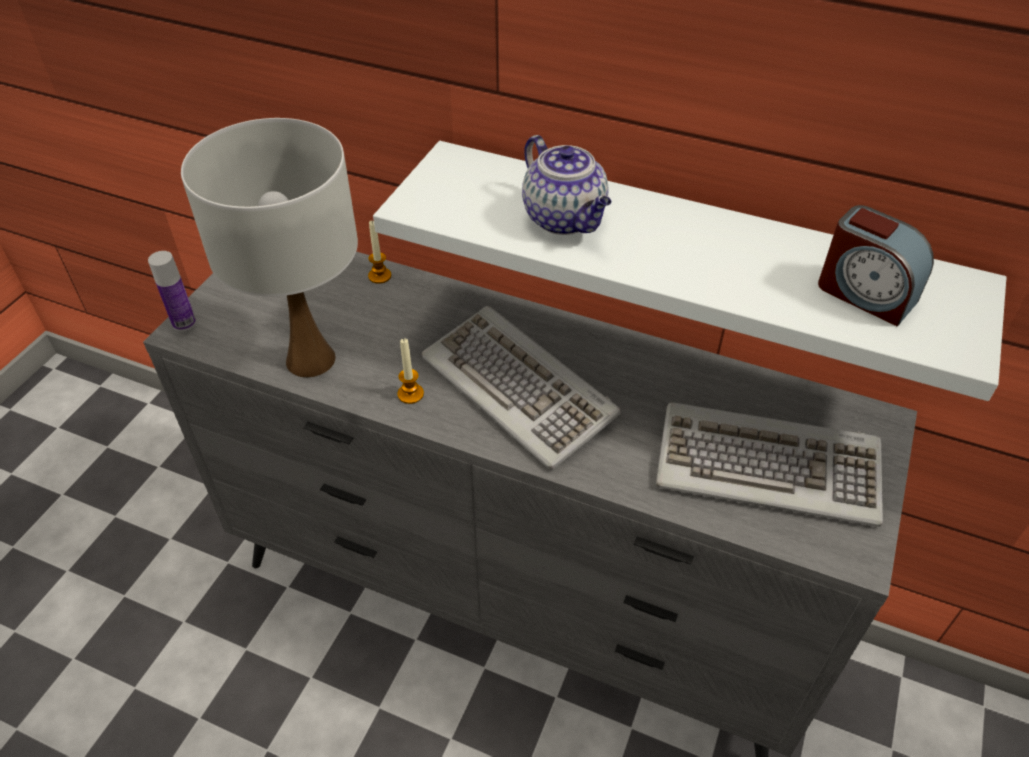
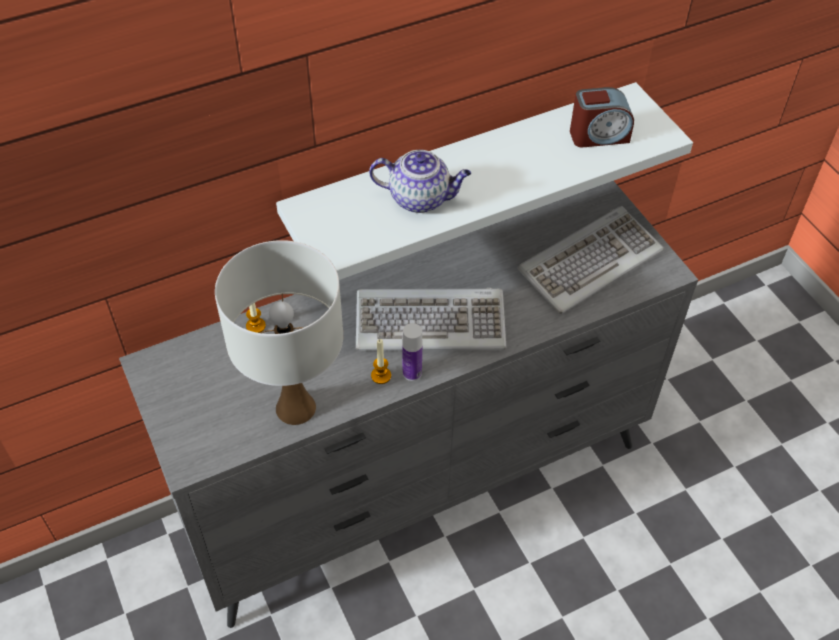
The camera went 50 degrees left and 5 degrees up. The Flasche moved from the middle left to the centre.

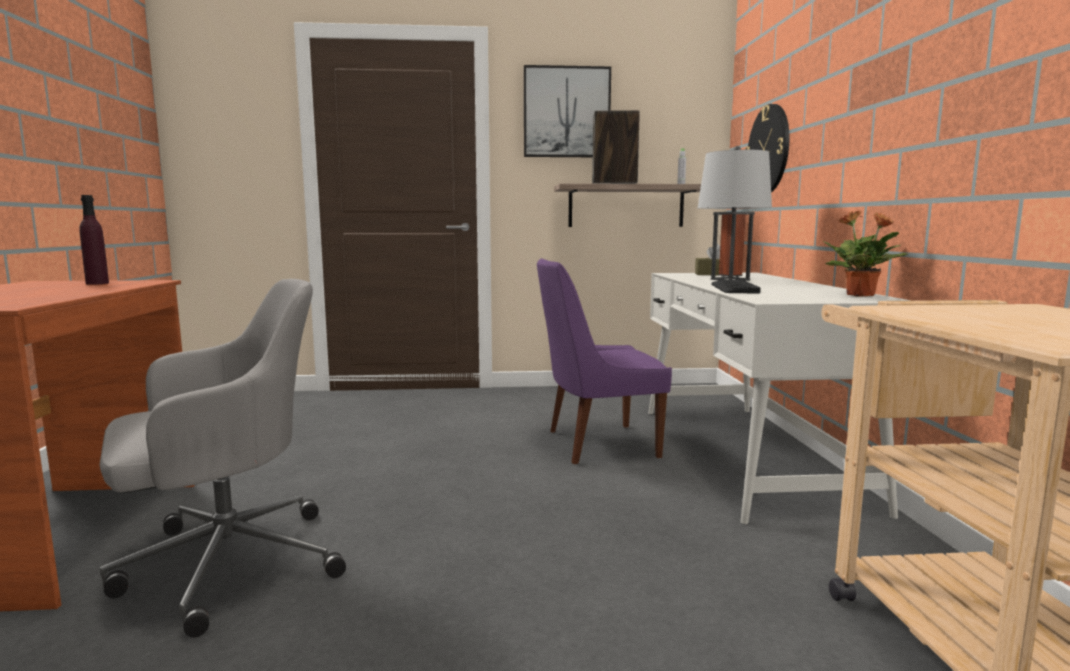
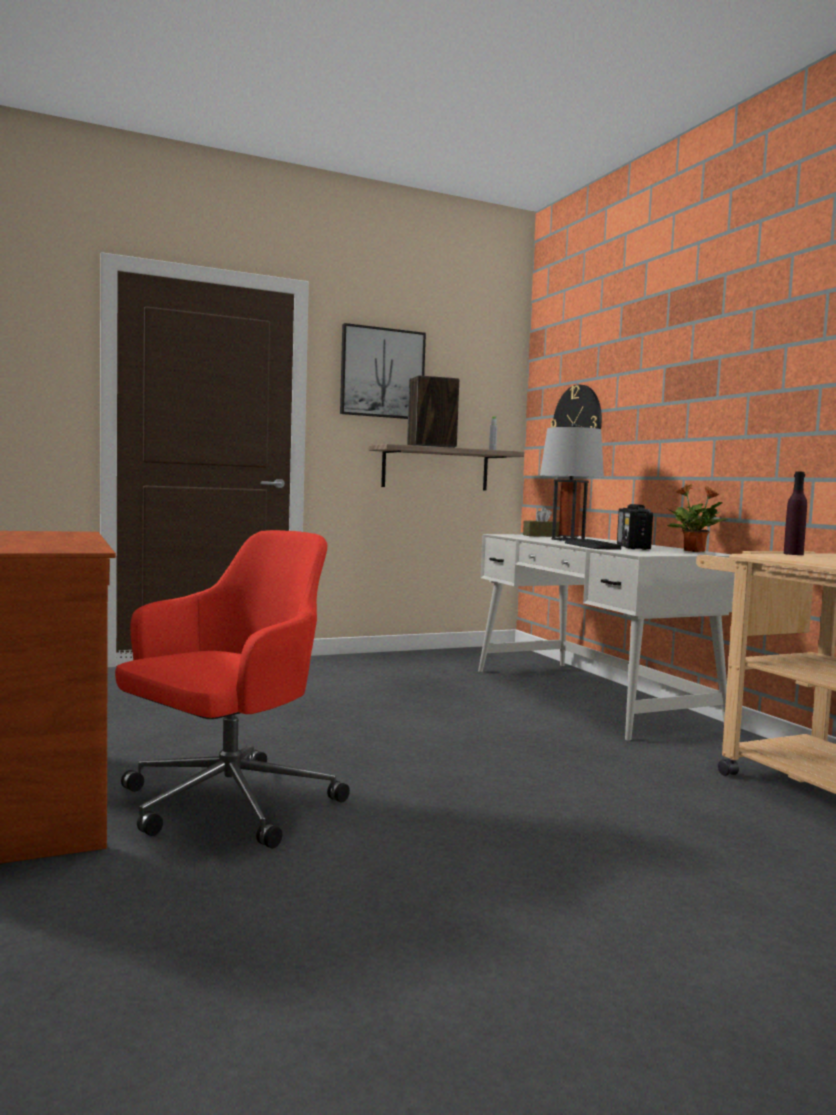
The camera went 20 degrees left and 5 degrees down. The Bürostuhl/grau at the bottom left became the Bürostuhl/rot at the middle left. The Radio at the middle right appeared. The Flasche/lila moved from the middle left to the middle right. The Stuhl/lila at the centre disappeared.

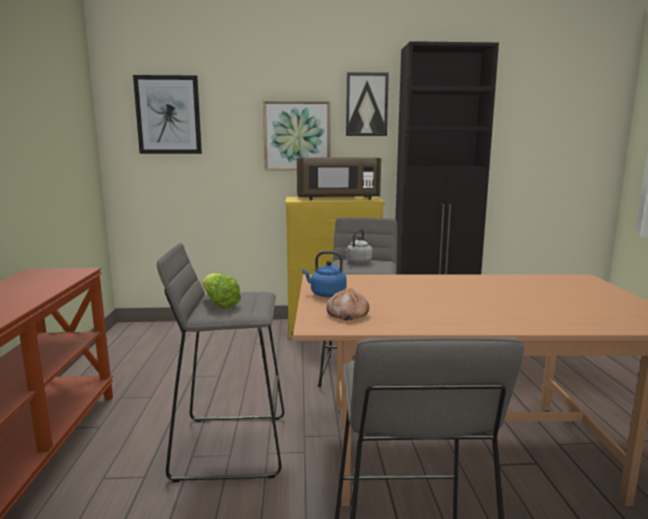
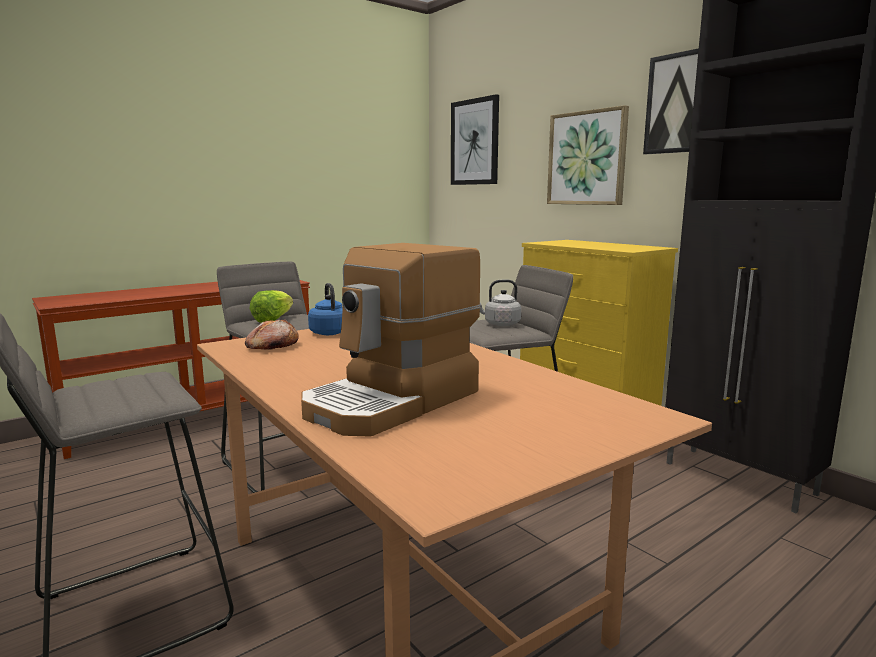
The camera went 55 degrees right and 0 degrees up. The Kaffeemaschine at the centre appeared. The Mikrowelle/braun at the centre disappeared.

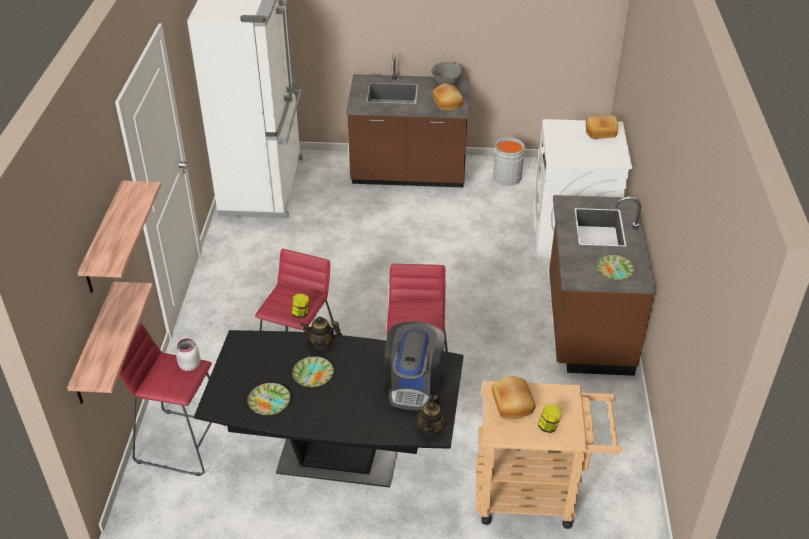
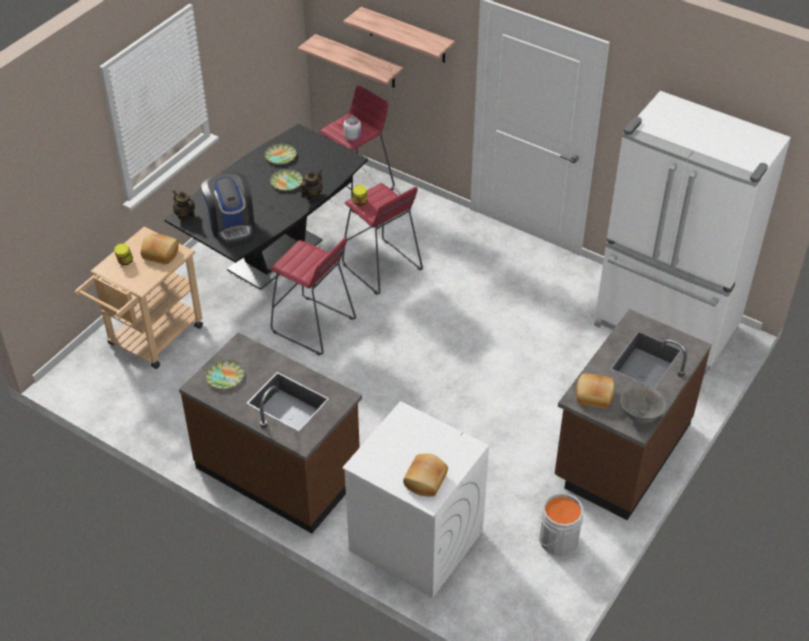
The camera went 120 degrees right and 5 degrees up. The Kaffeemaschine at the bottom centre turned 150 degrees counterclockwise.

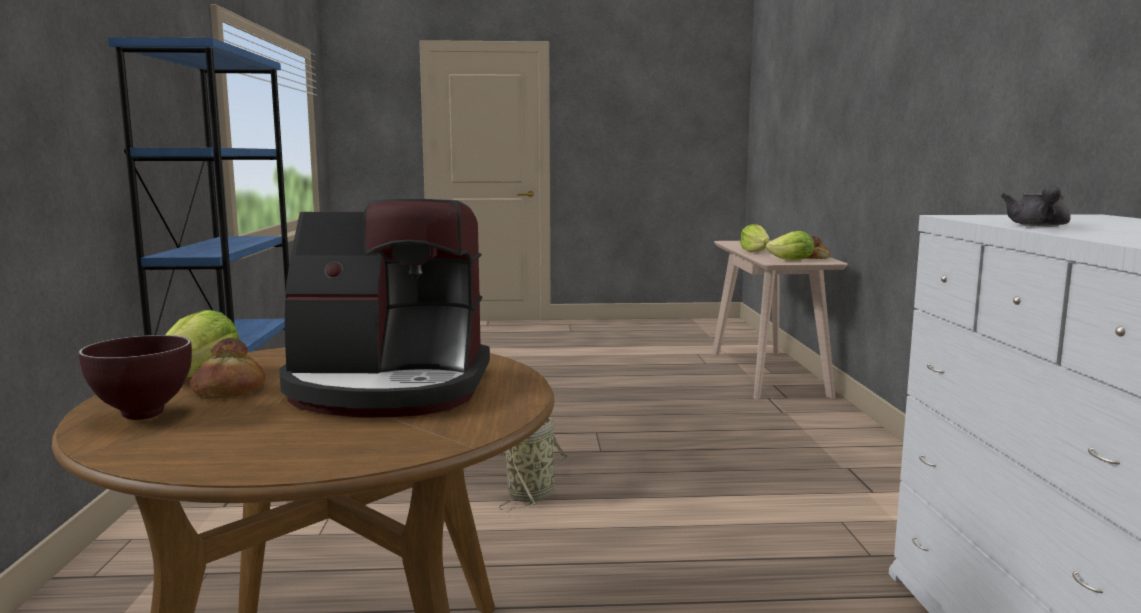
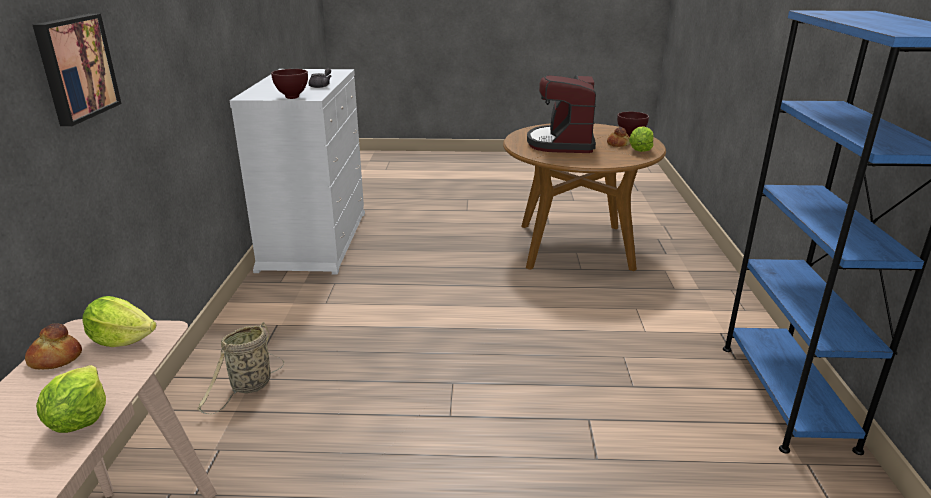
The camera went 175 degrees left and 15 degrees up. The Bild at the top left appeared. The Korb moved from the bottom centre to the bottom left. The Schüssel/braun (no. 1 from left) at the top left appeared. The Kaffeemaschine at the centre turned 90 degrees counterclockwise.

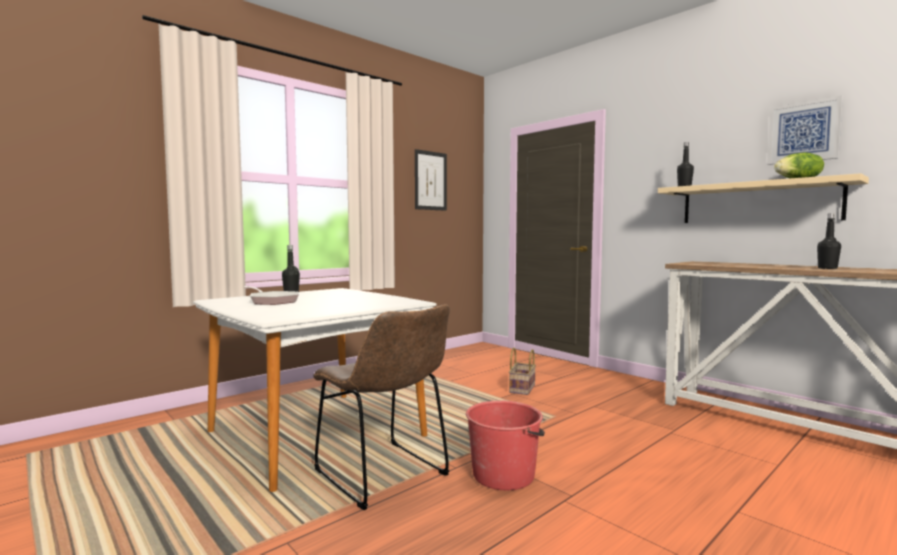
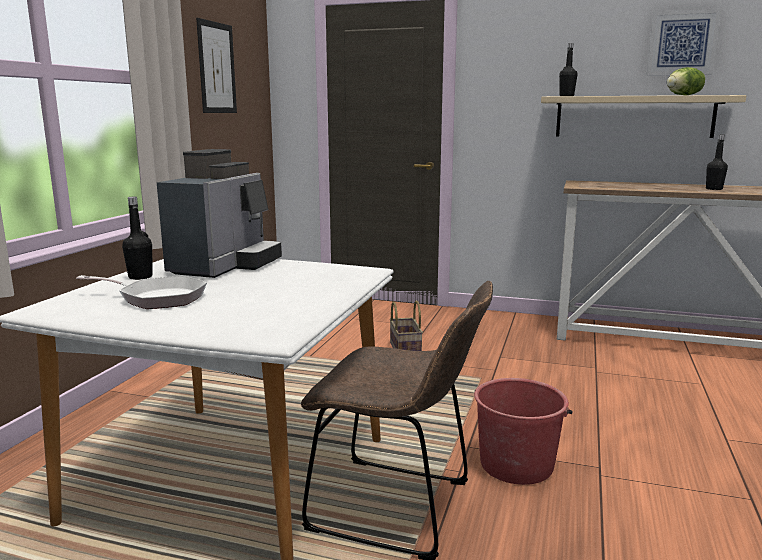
The camera went 30 degrees left and 10 degrees up. The Kaffeemaschine at the middle left appeared.

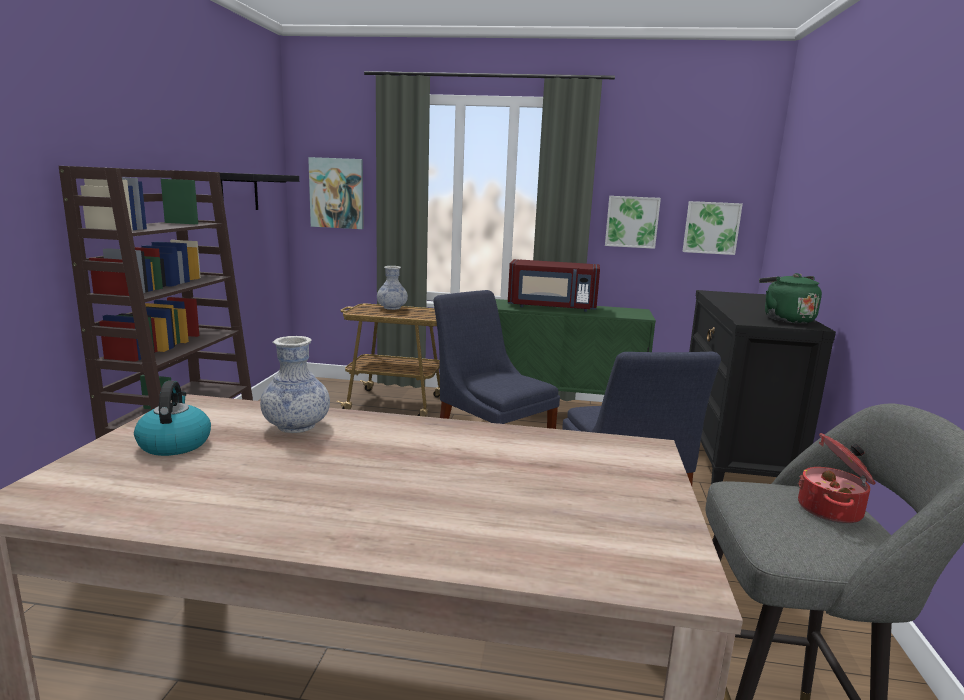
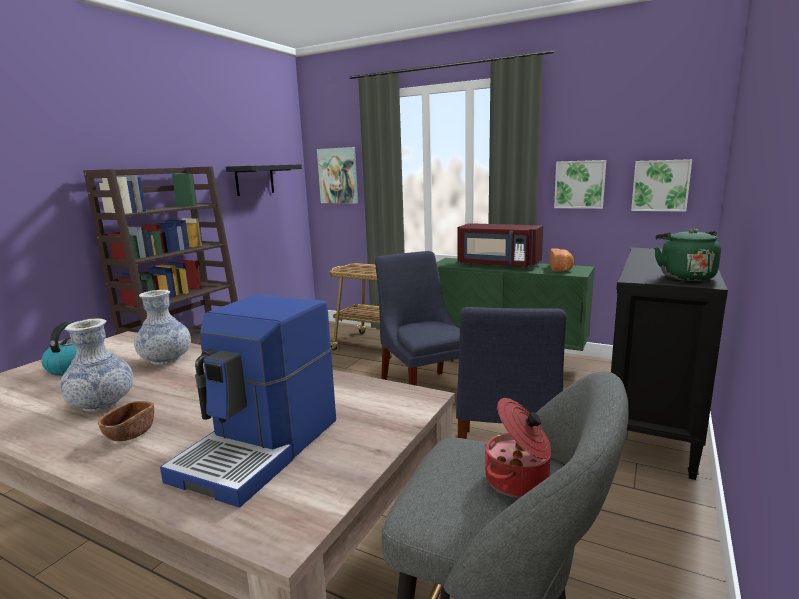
The camera went 20 degrees right and 0 degrees up. The Vase (no. 2 from left in the first image) moved from the centre to the middle left. The Schüssel/braun at the bottom left appeared. The Kaffeemaschine at the bottom left appeared. The Brot at the middle right appeared.

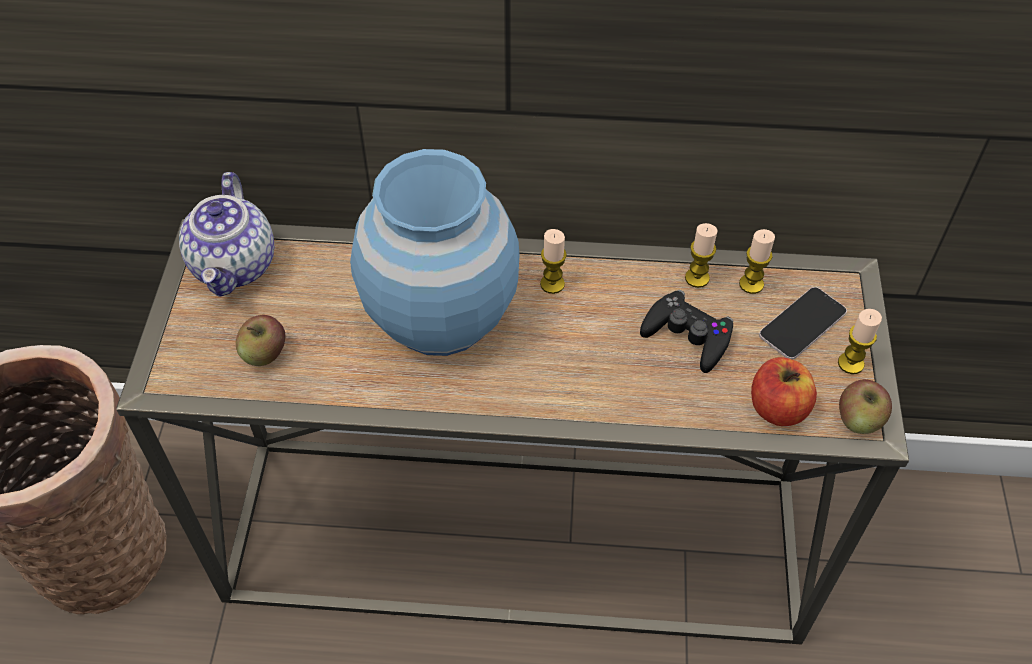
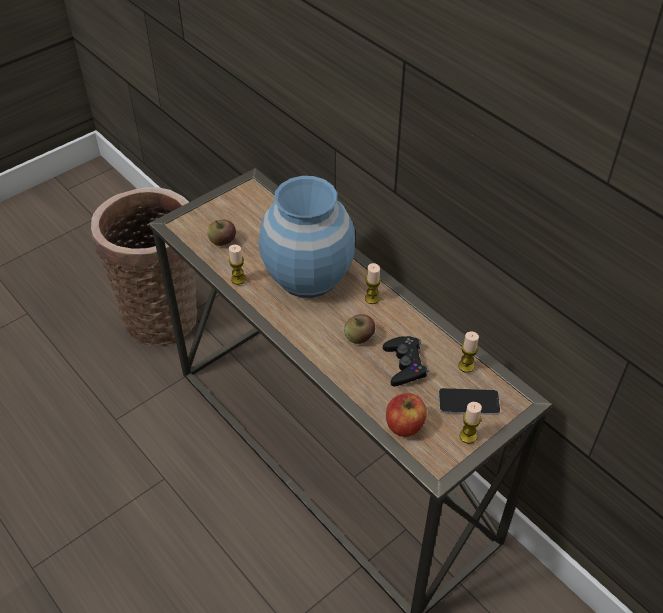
The camera went 45 degrees right and 5 degrees down. The Kerze (no. 2 from left in the first image) moved from the middle right to the centre. The Apfel (no. 3 from left in the first image) moved from the middle right to the centre. The Teekanne at the middle left disappeared.

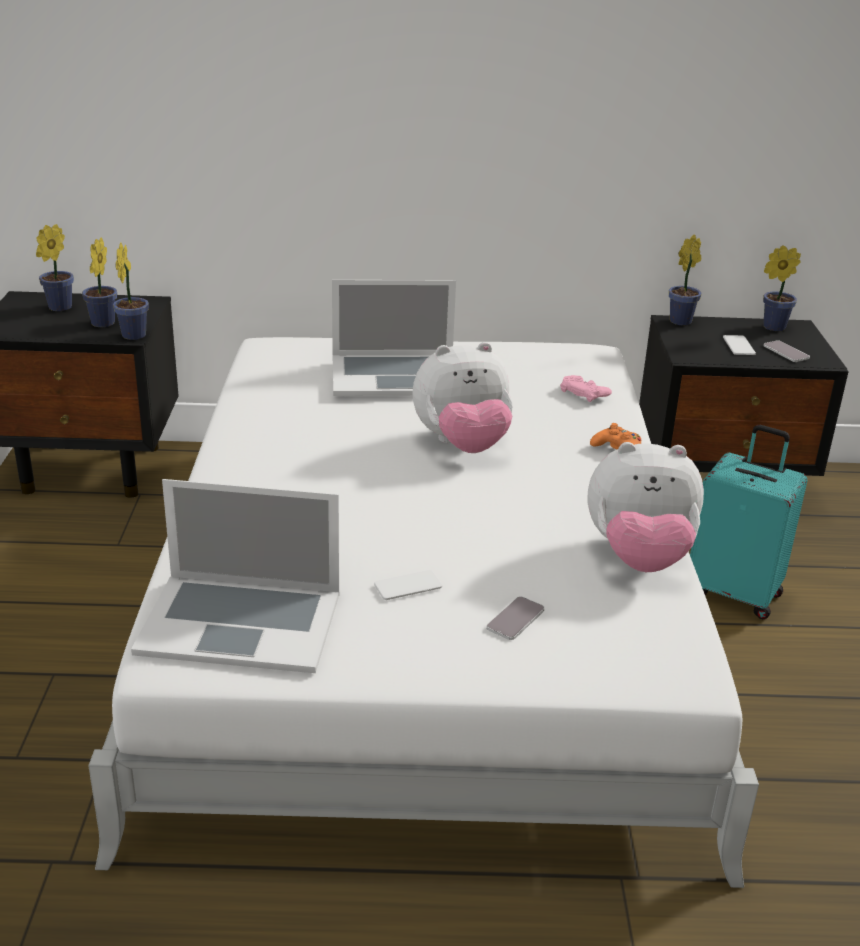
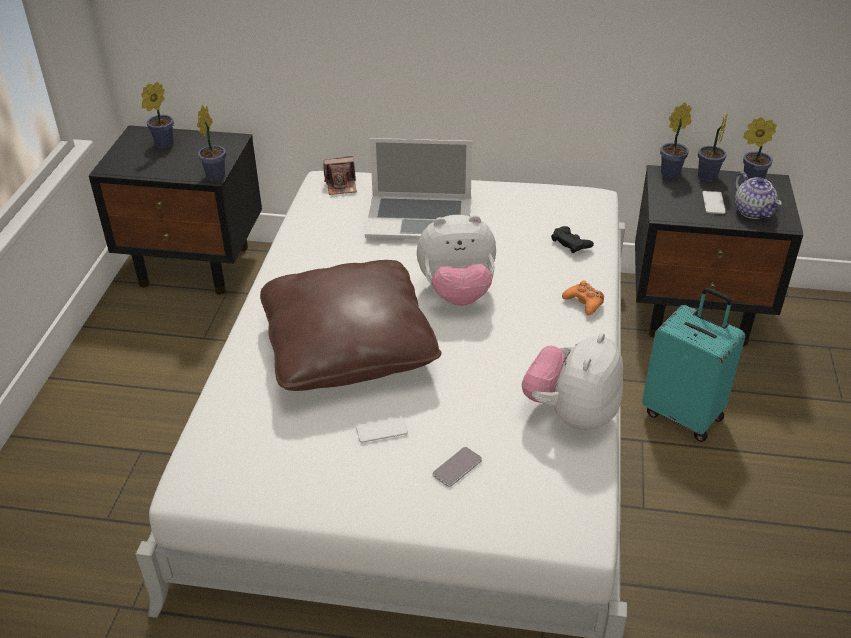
The camera went 10 degrees right and 10 degrees up. The Kissen/braun at the centre appeared. The Kamera at the top centre appeared. The Plüschtier (no. 2 from left) at the middle right turned 105 degrees clockwise. The Gamepad/rosa at the middle right became the Gamepad/schwarz at the middle right. The Topfpflanze (no. 2 from left in the first image) moved from the top left to the top right. The Handy (no. 4 from left) at the middle right was replaced by the Teekanne at the top right. The Laptop (no. 1 from left) at the middle left disappeared.

